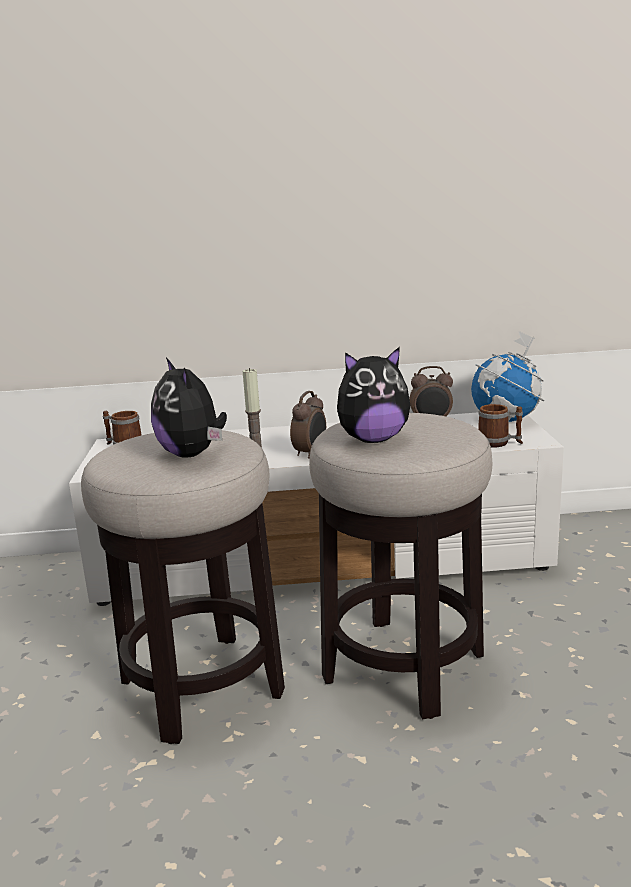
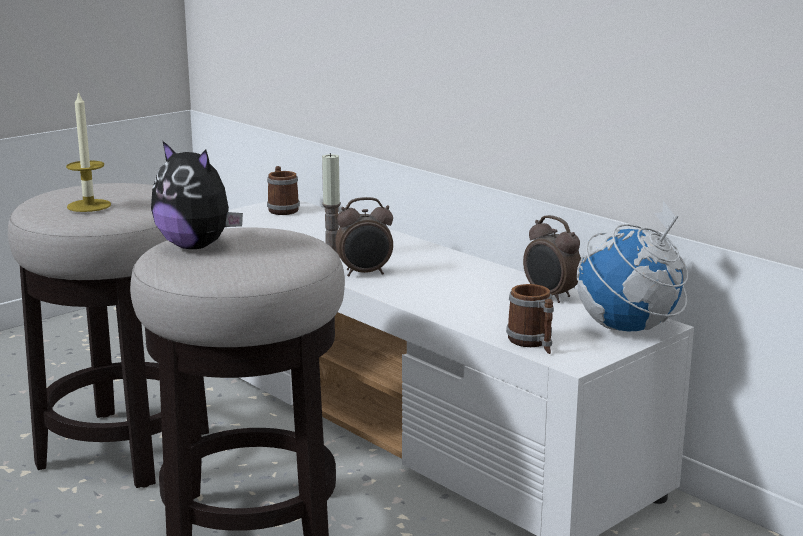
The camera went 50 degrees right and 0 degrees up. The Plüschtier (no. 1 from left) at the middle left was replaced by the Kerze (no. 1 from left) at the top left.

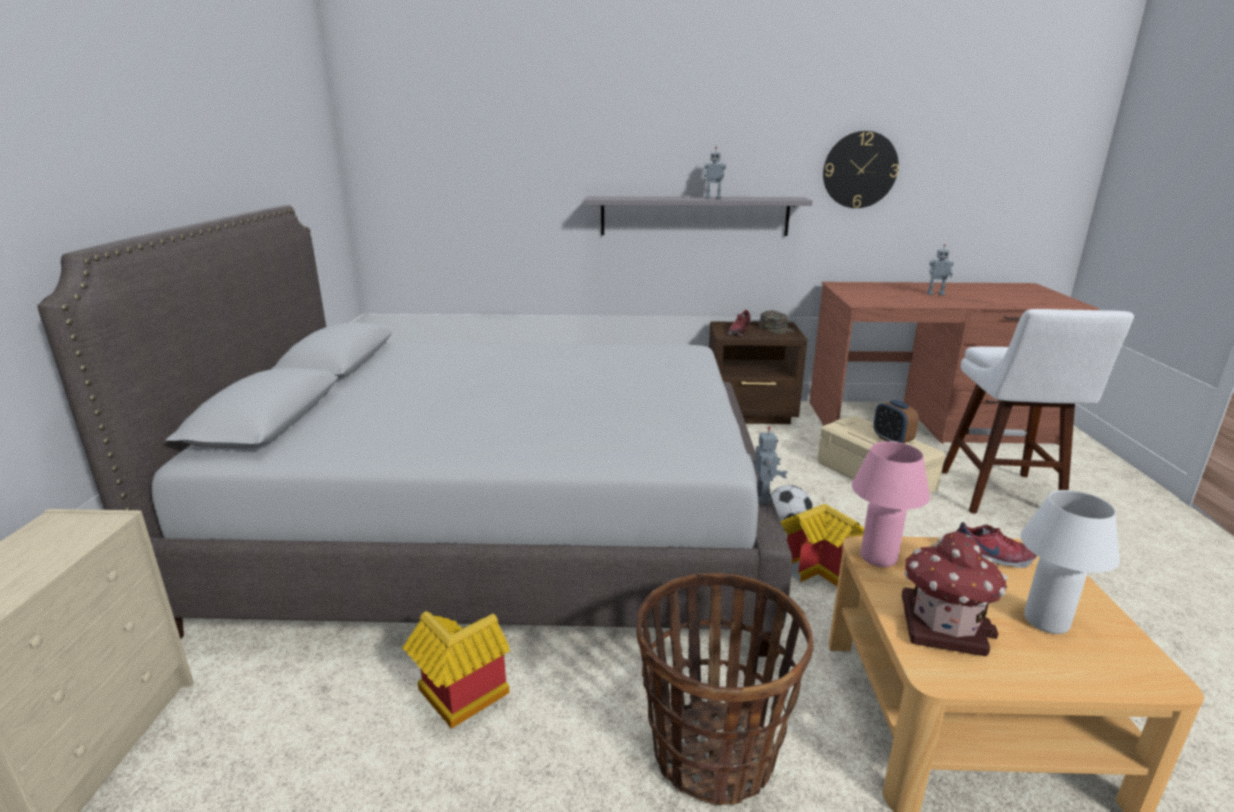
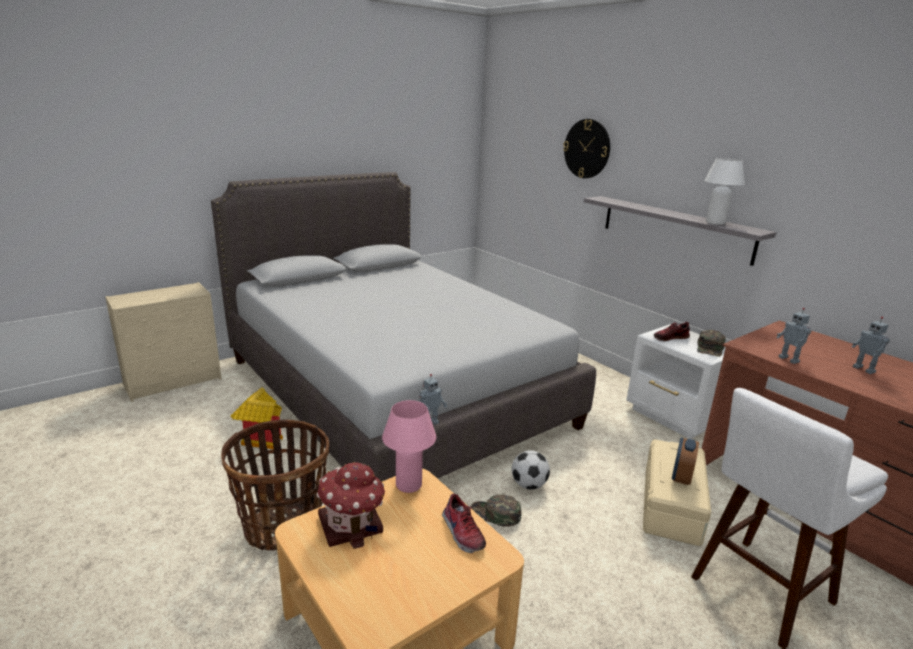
The camera went 50 degrees right and 0 degrees up. The Spielzeughaus (no. 2 from left) at the bottom centre was replaced by the Kappe/grün (no. 1 from left) at the bottom centre. The Wanduhr moved from the top right to the top centre. The Nachttisch/braun at the centre became the Nachttisch/weiß at the middle right. The Tischlampe/weiß moved from the bottom right to the top right. The Spielzeugroboter (no. 1 from left in the first image) moved from the top centre to the middle right.

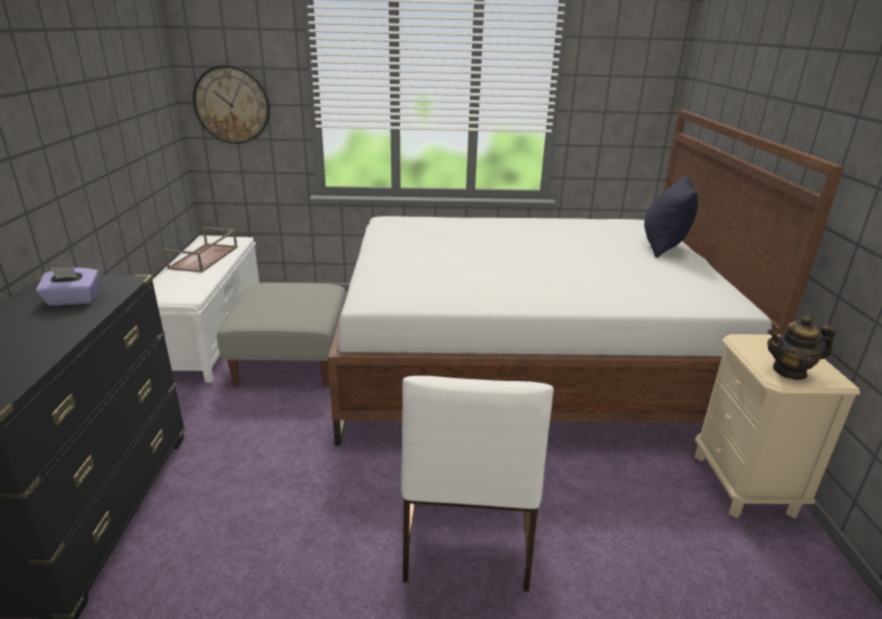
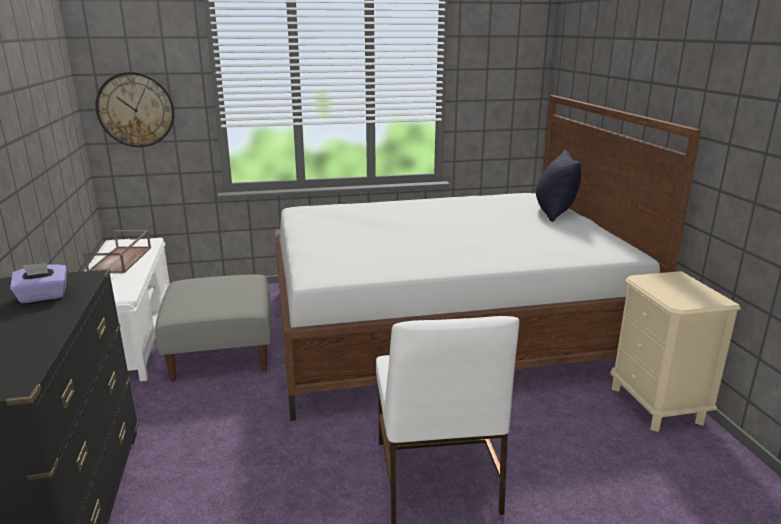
The camera went 10 degrees left and 5 degrees down. The Teekanne at the middle right disappeared.

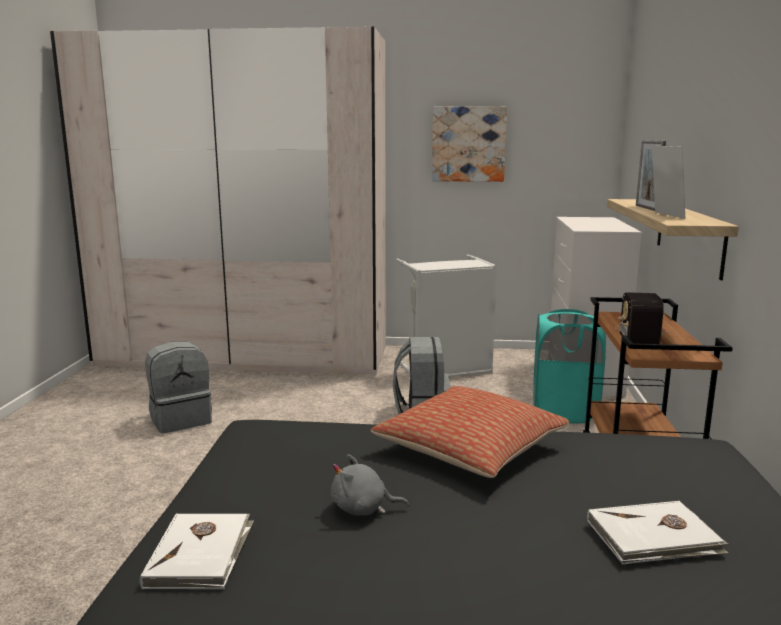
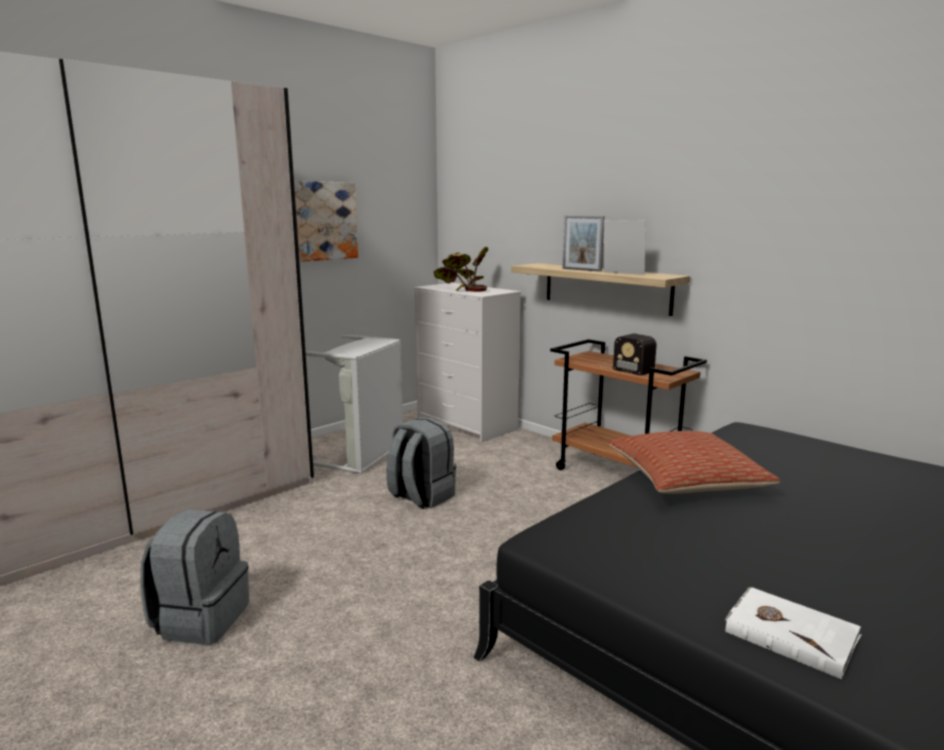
The camera went 50 degrees left and 0 degrees up. The Topfpflanze at the centre appeared. The Plüschtier/grau at the bottom centre disappeared. The Wäschekorb/türkis at the middle right disappeared. The Buch/weiß (no. 2 from left) at the bottom right disappeared.

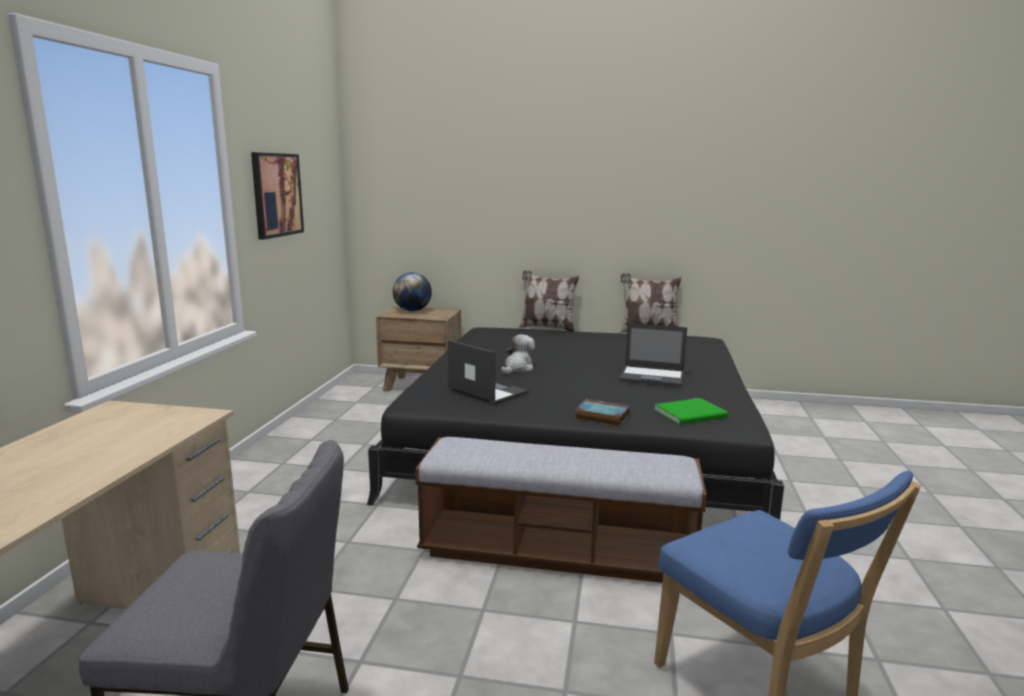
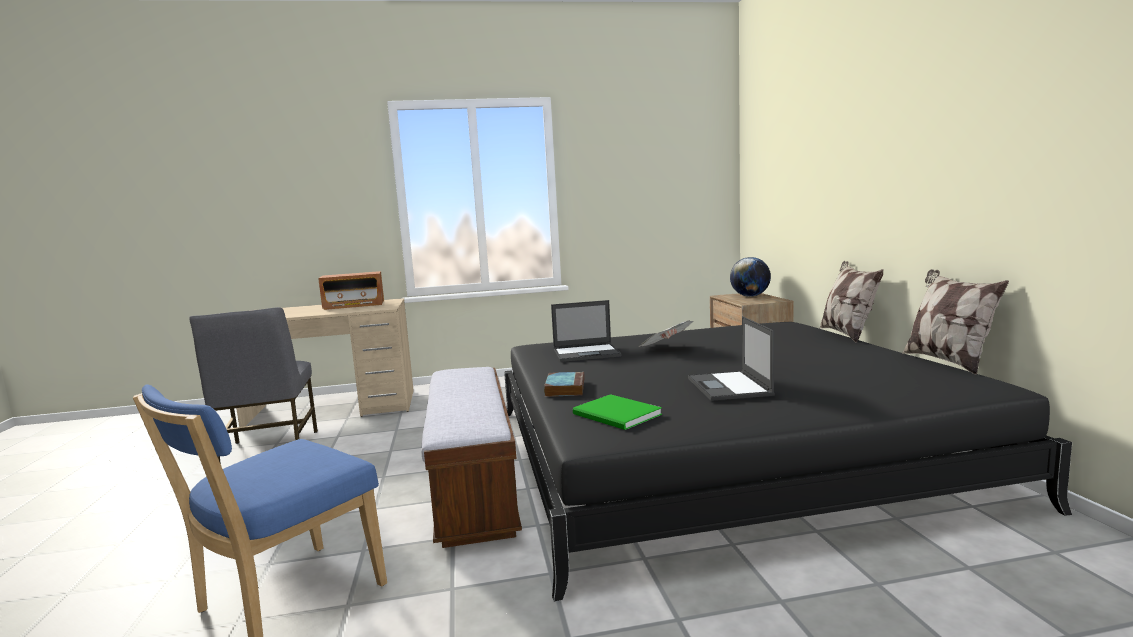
The camera went 70 degrees right and 5 degrees down. The Radio at the middle left appeared. The Laptop (no. 1 from left) at the centre turned 60 degrees clockwise. The Plüschtier at the centre was replaced by the Zeitung at the centre. The Bild at the top left disappeared.

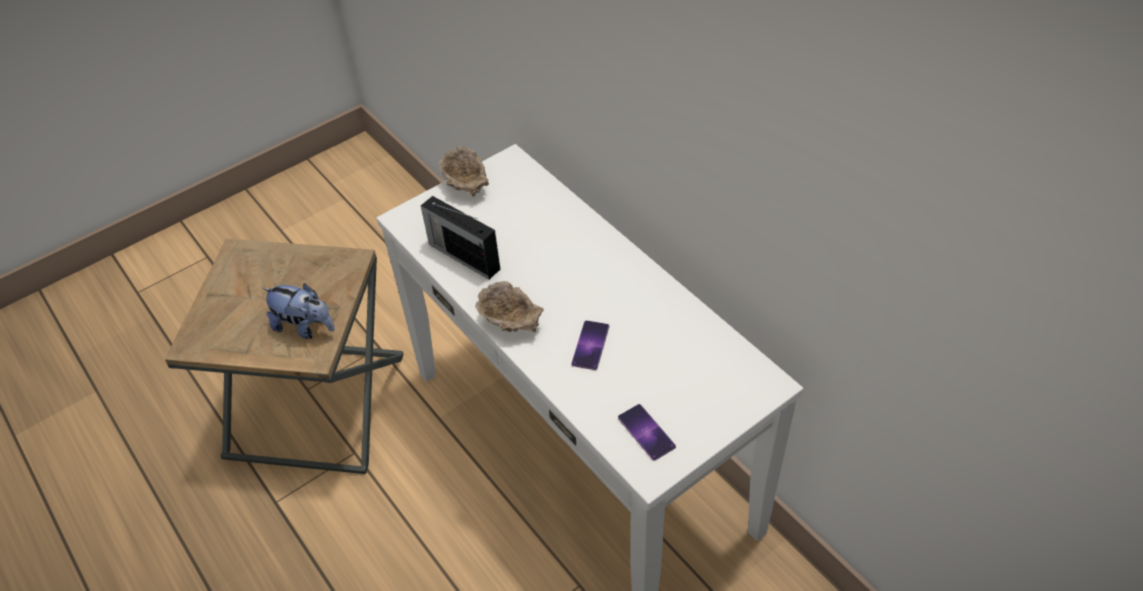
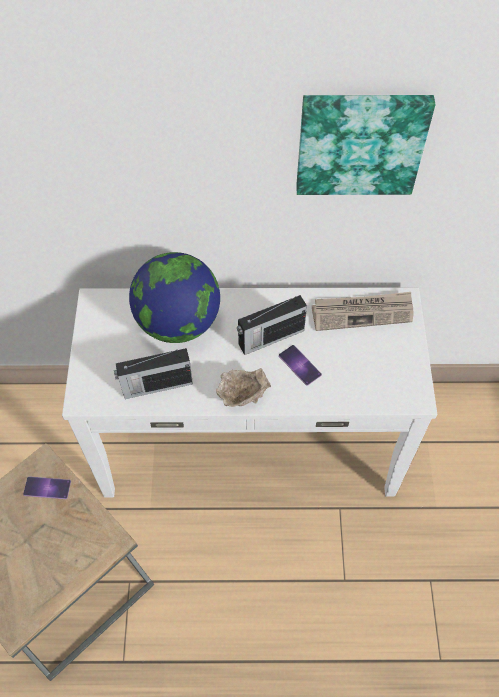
The camera went 55 degrees left and 10 degrees up. The Handy (no. 2 from left in the first image) moved from the bottom centre to the bottom left. The Globus at the centre appeared. The Radio (no. 2 from left) at the centre appeared. The Bild at the top right appeared. The Zeitung at the middle right appeared. The Plüschtier at the middle left disappeared. The Schüssel/beige (no. 1 from left) at the top centre disappeared.

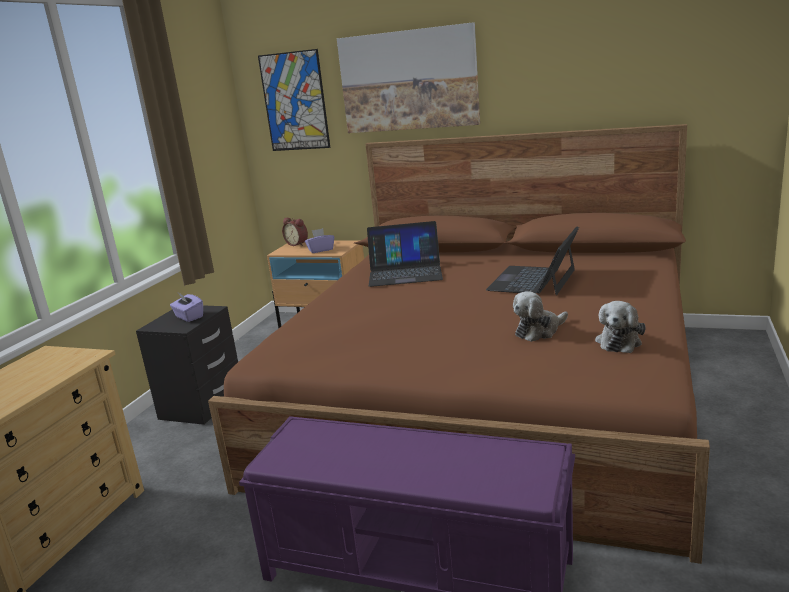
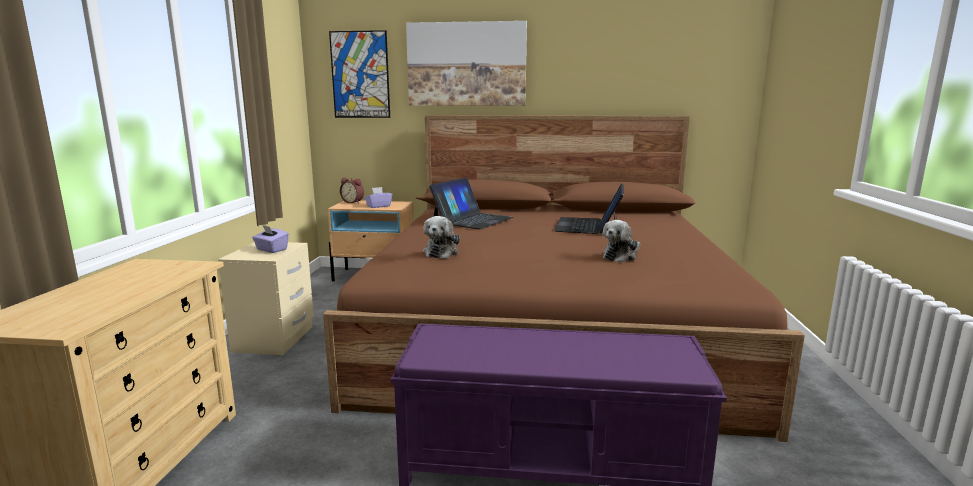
The camera went 15 degrees left and 5 degrees down. The Nachttisch/schwarz at the middle left became the Nachttisch/beige (no. 1 from left) at the middle left. The Plüschtier (no. 2 from left in the first image) moved from the middle right to the centre. The Laptop (no. 1 from left) at the centre turned 45 degrees counterclockwise.

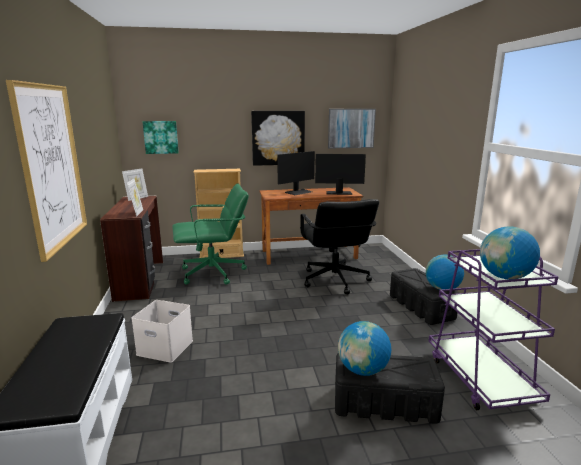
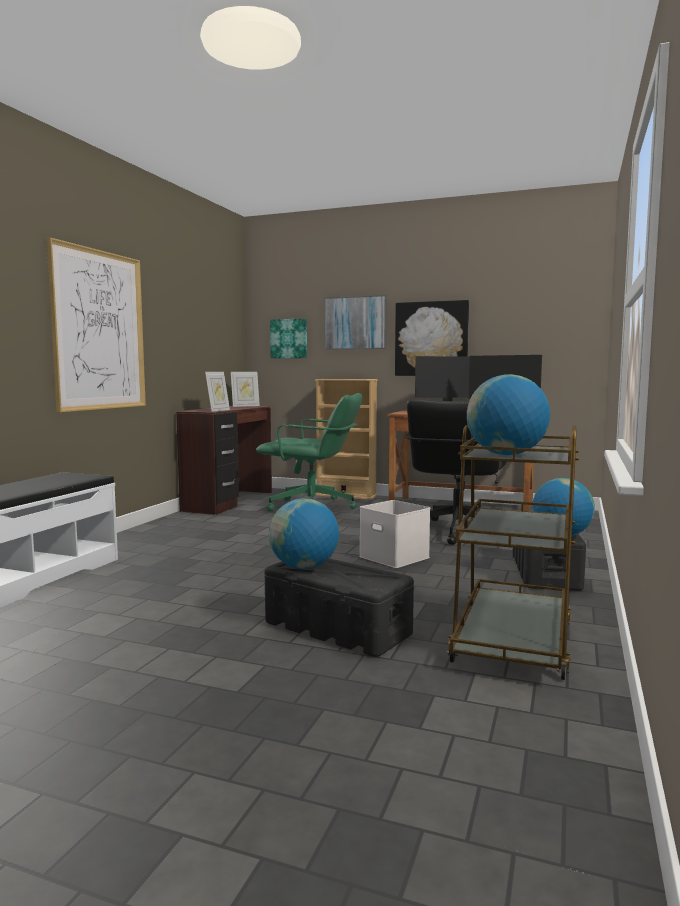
The camera went 30 degrees right and 10 degrees down. The Bild (no. 4 from left in the first image) moved from the top centre to the centre. The Aufbewahrungsbox/weiß moved from the bottom left to the centre. The Rollwagen/lila at the bottom right became the Rollwagen/braun at the middle right.

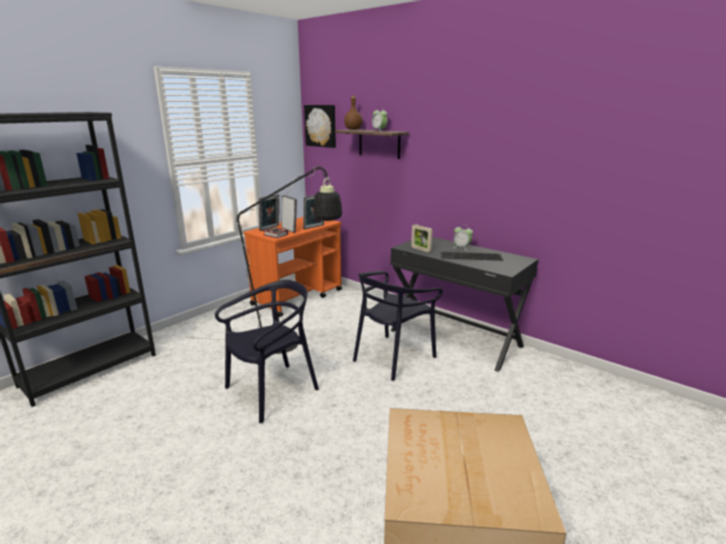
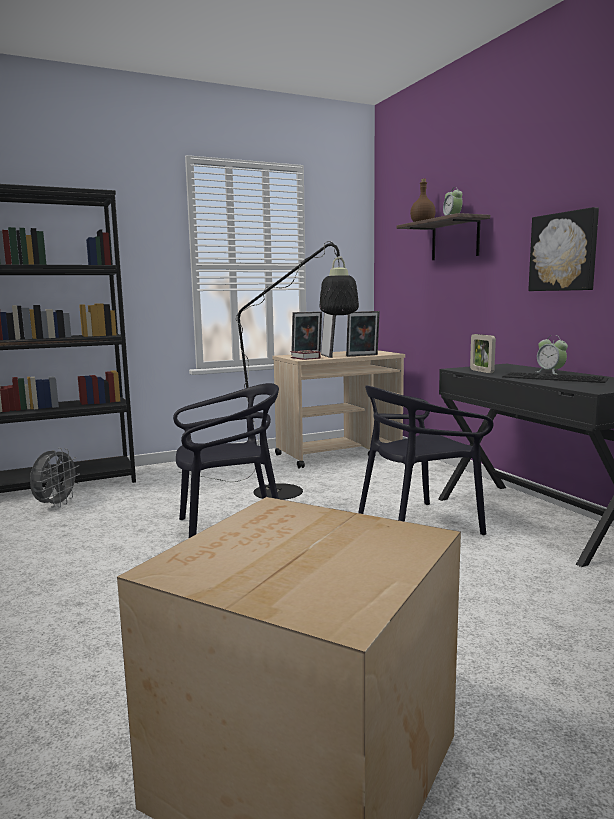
The camera went 25 degrees right and 10 degrees down. The Ventilator/grau at the middle left appeared. The Rollwagen/orange at the centre became the Rollwagen/beige at the centre. The Bild moved from the top centre to the top right.

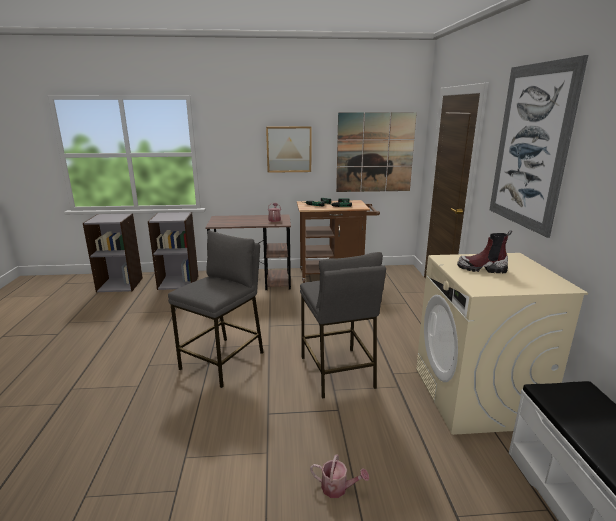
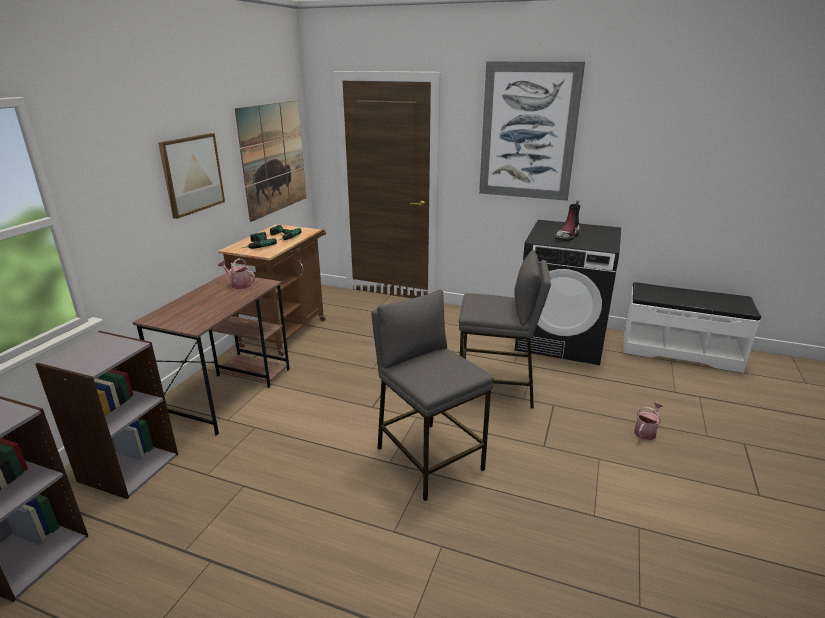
The camera went 65 degrees left and 5 degrees up. The Waschmaschine/beige at the middle right became the Waschmaschine/schwarz at the middle right.

